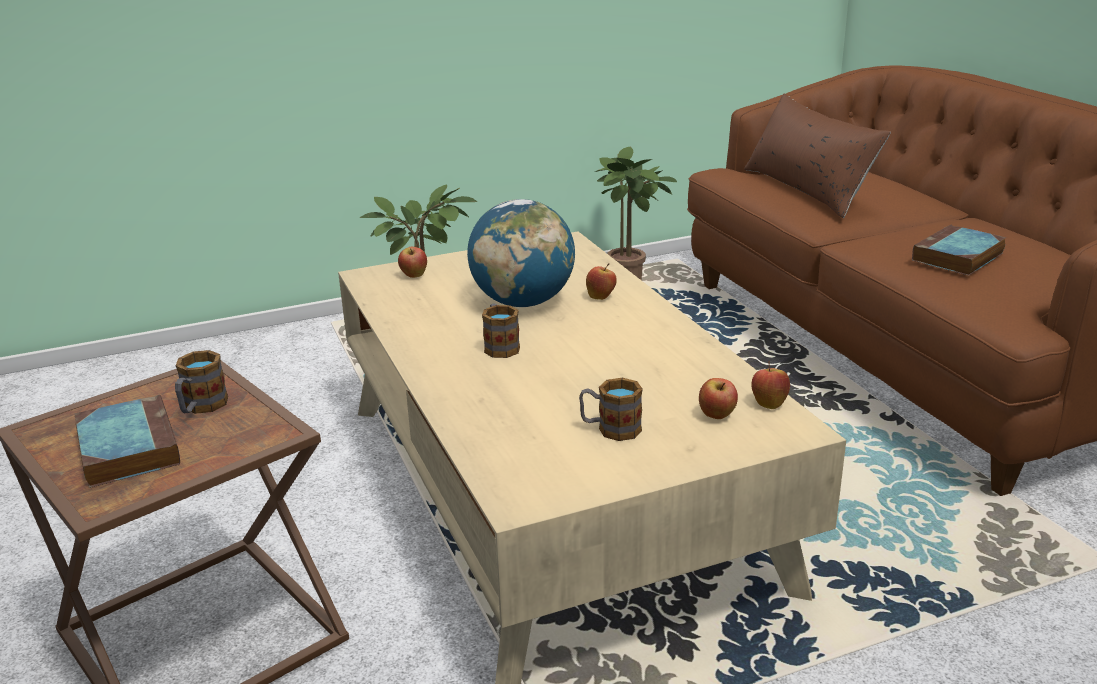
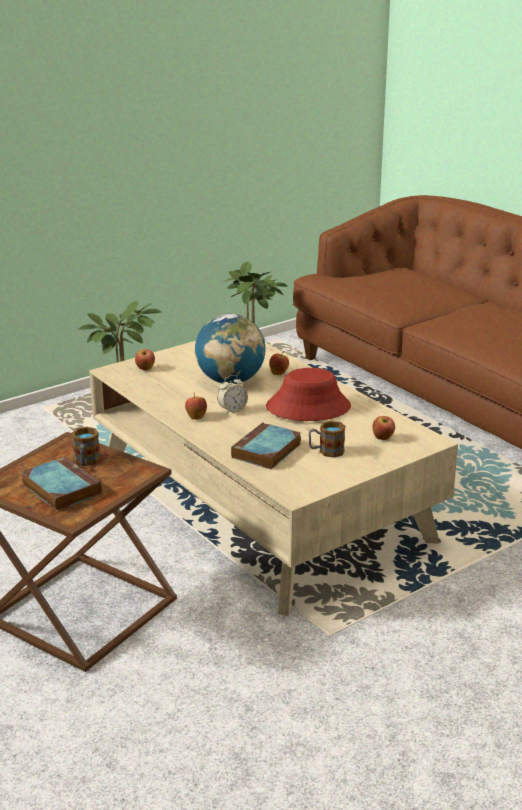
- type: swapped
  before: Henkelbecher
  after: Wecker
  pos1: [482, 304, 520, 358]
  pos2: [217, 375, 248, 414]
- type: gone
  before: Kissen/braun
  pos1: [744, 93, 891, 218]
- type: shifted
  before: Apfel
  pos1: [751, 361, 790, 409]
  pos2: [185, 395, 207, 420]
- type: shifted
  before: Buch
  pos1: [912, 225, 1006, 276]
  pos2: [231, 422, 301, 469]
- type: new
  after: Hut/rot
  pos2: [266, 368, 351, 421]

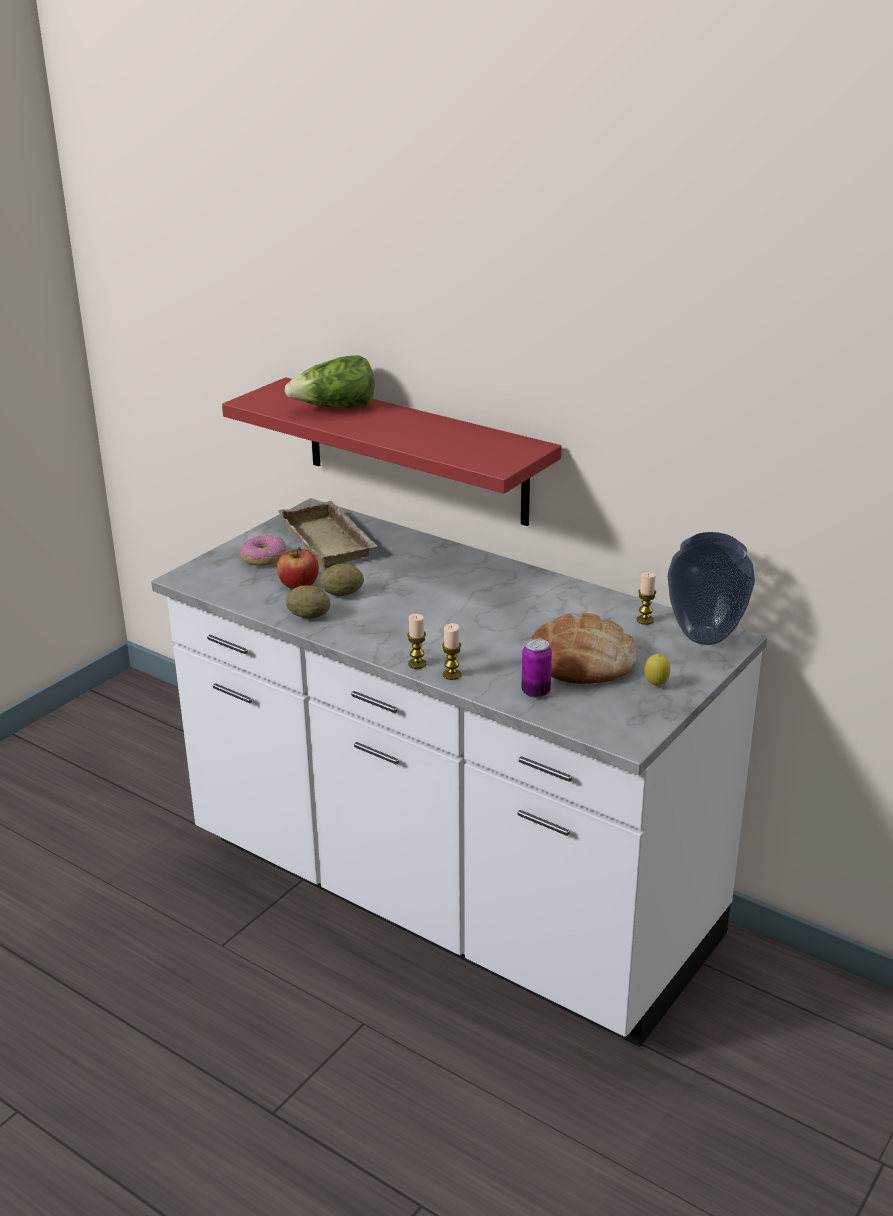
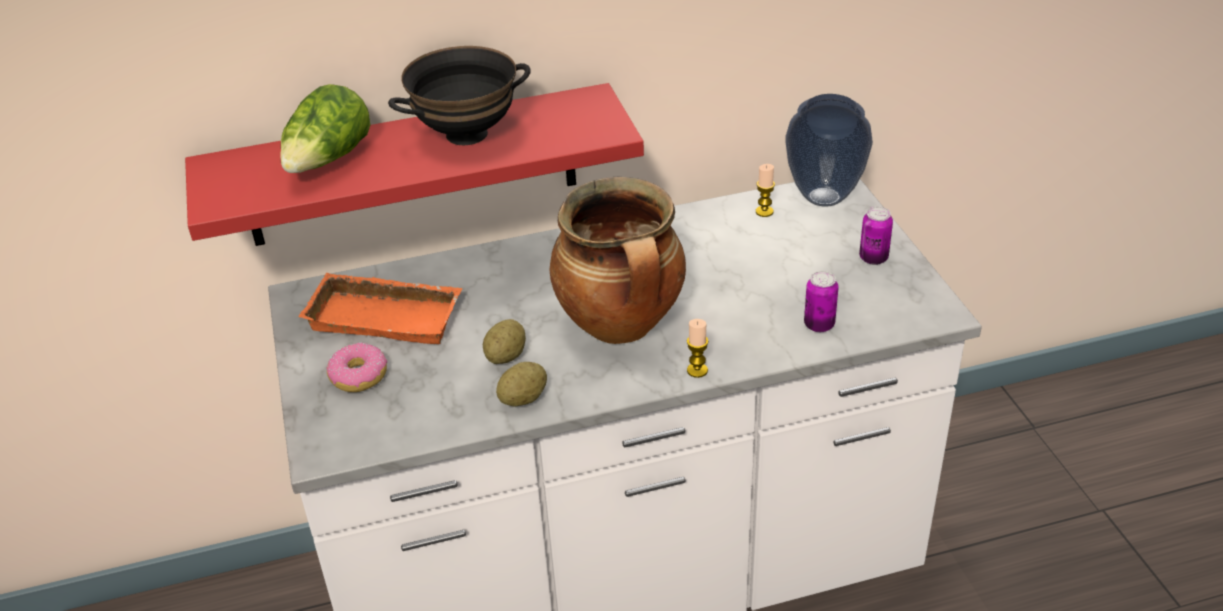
- type: gone
  before: Apfel
  pos1: [277, 547, 319, 589]
- type: repainted
  before: Tablett/beige
  after: Tablett/orange
  pos1: [278, 501, 378, 569]
  pos2: [299, 273, 462, 344]
- type: gone
  before: Kerze
  pos1: [442, 623, 461, 680]
- type: gone
  before: Brot
  pos1: [531, 613, 637, 684]
- type: swapped
  before: Zitrone
  after: Dose
  pos1: [645, 654, 670, 686]
  pos2: [859, 206, 893, 265]
- type: new
  after: Schüssel/schwarz
  pos2: [388, 46, 531, 145]
- type: new
  after: Kochtopf
  pos2: [549, 177, 686, 344]

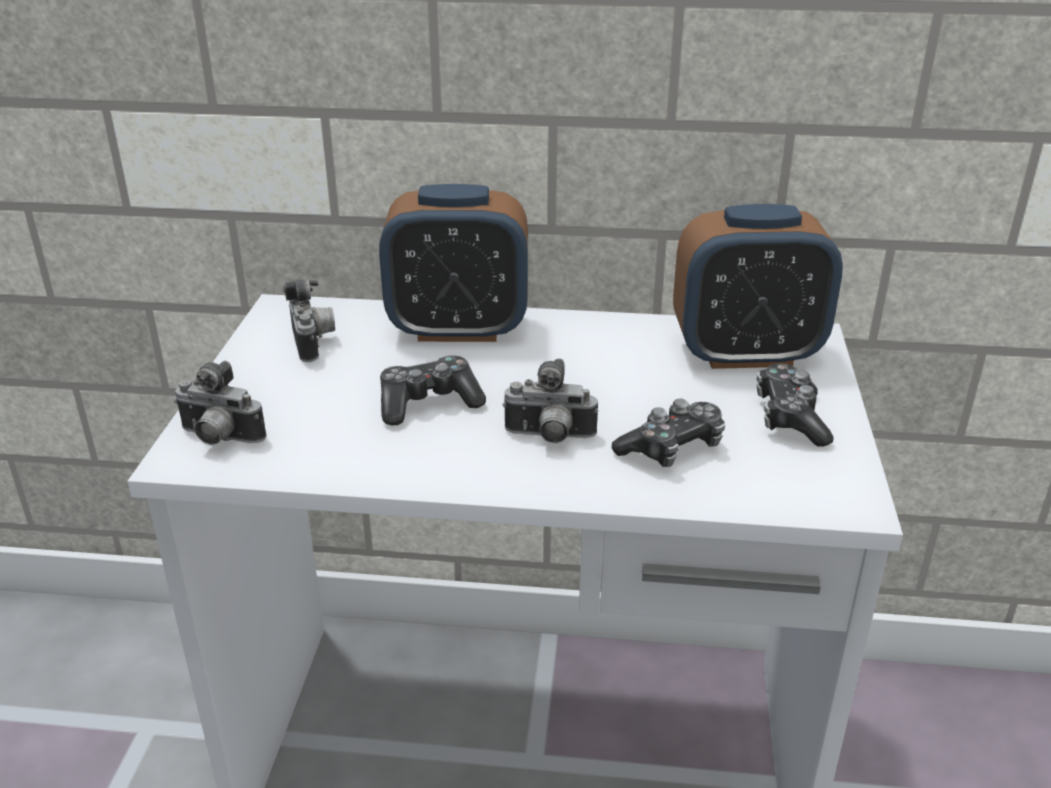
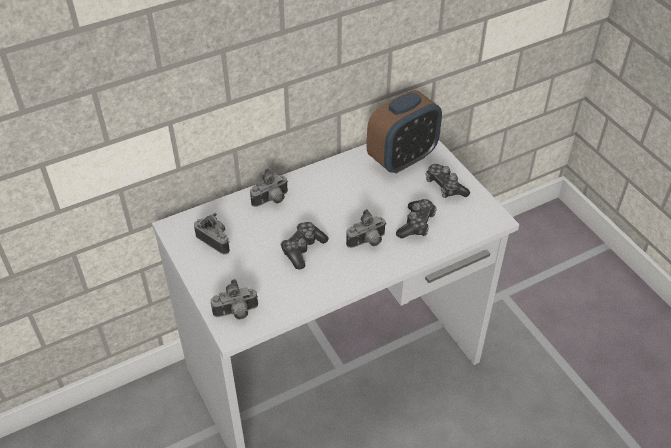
- type: swapped
  before: Wecker
  after: Kamera
  pos1: [379, 184, 528, 342]
  pos2: [250, 169, 288, 207]

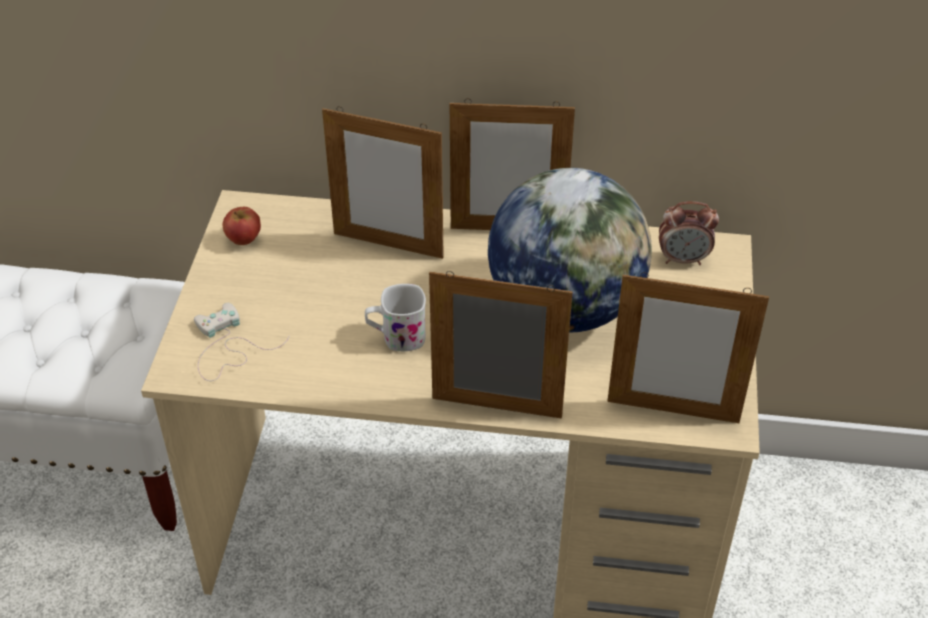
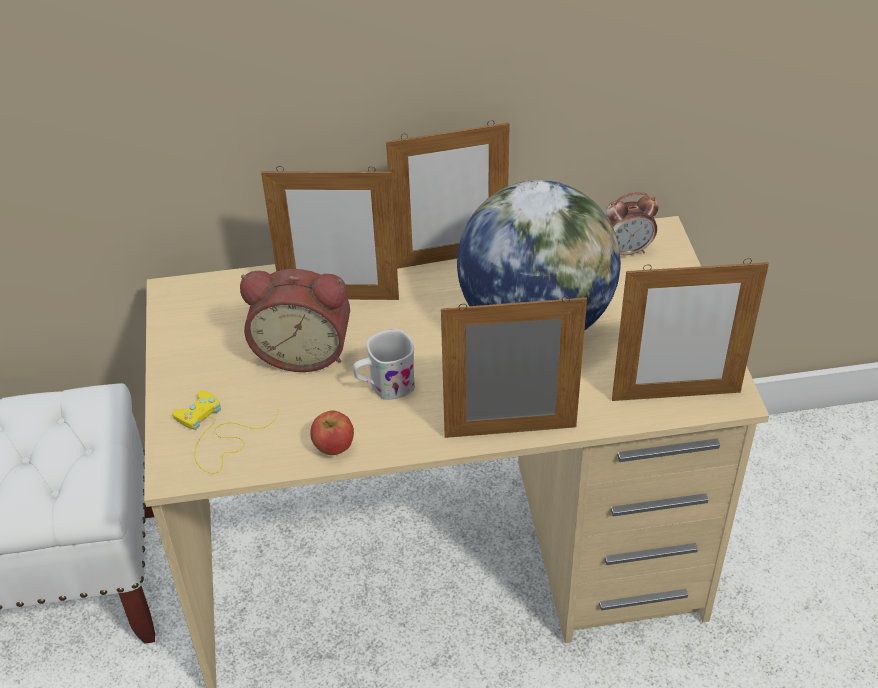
- type: repainted
  before: Gamepad/weiß
  after: Gamepad/gelb
  pos1: [194, 303, 290, 381]
  pos2: [172, 390, 279, 474]
- type: shifted
  before: Apfel
  pos1: [223, 207, 261, 245]
  pos2: [310, 410, 354, 455]
- type: new
  after: Wecker
  pos2: [240, 269, 350, 372]

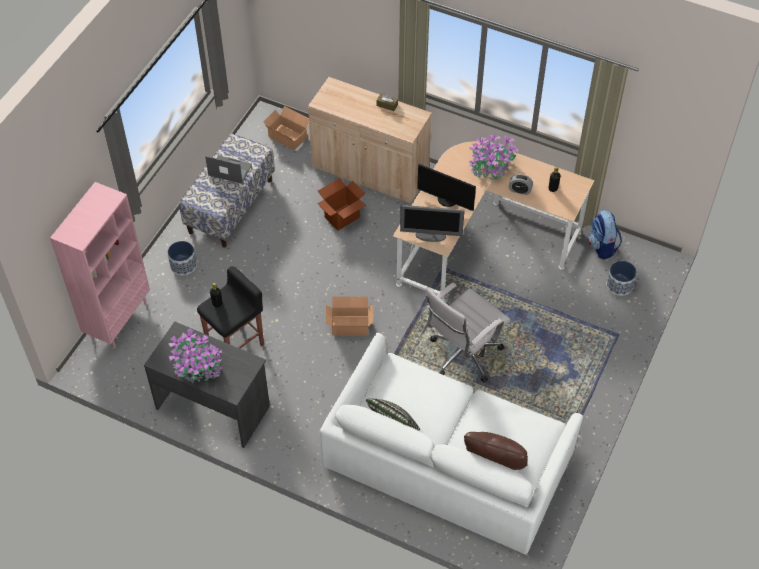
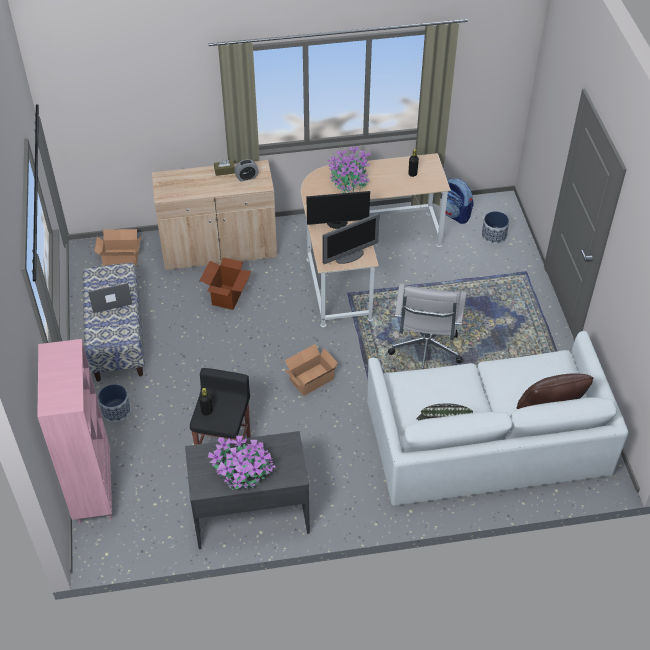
- type: shifted
  before: Wecker
  pos1: [509, 174, 533, 195]
  pos2: [234, 159, 259, 182]

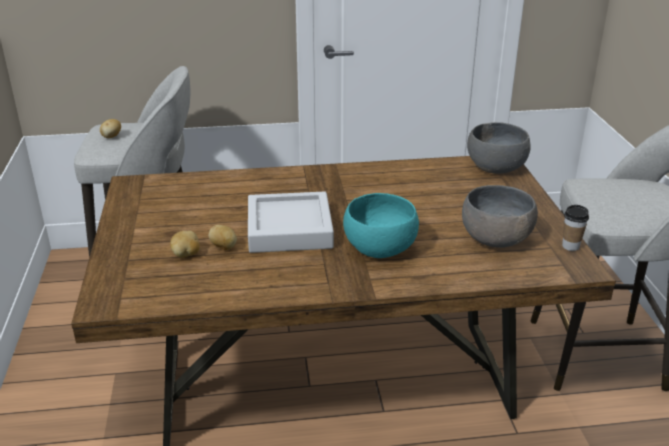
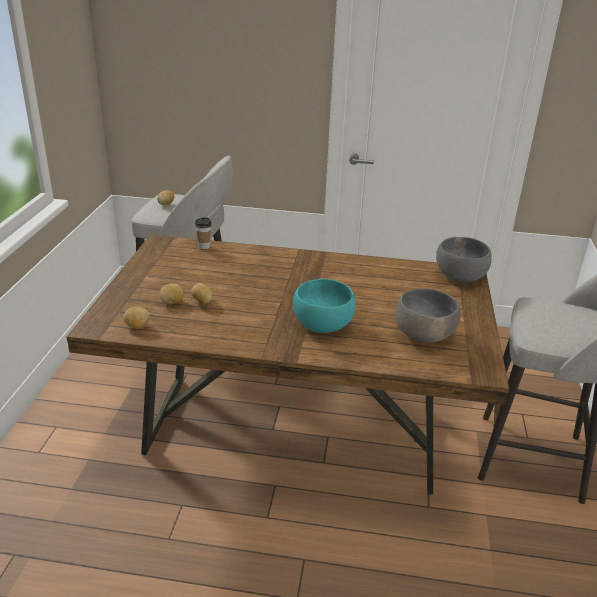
- type: gone
  before: Tablett/grau
  pos1: [248, 191, 334, 253]
- type: shifted
  before: Tasse
  pos1: [562, 205, 589, 251]
  pos2: [195, 217, 212, 249]
- type: new
  after: Kartoffel
  pos2: [123, 306, 150, 329]

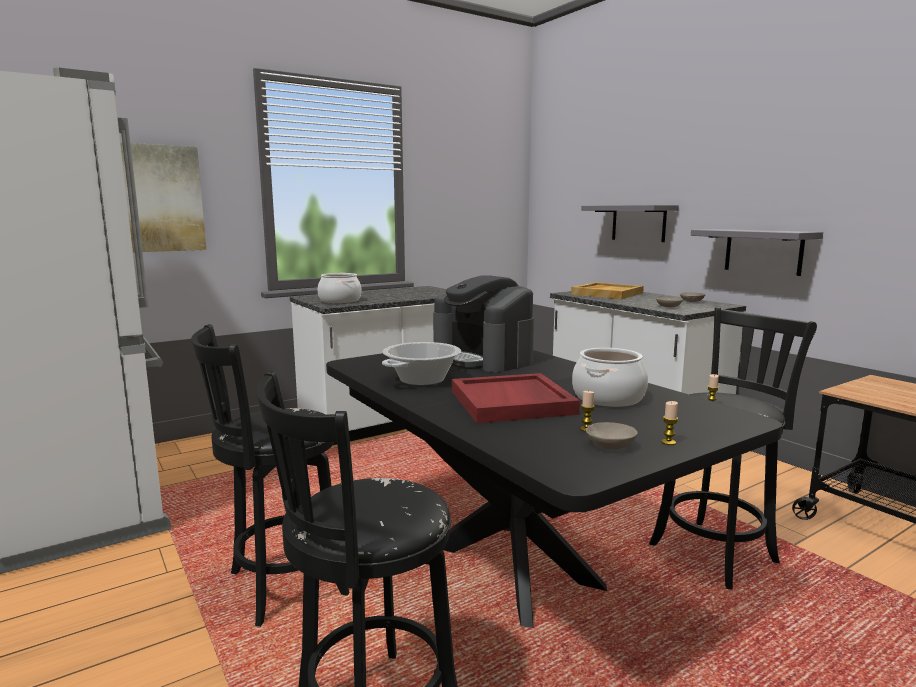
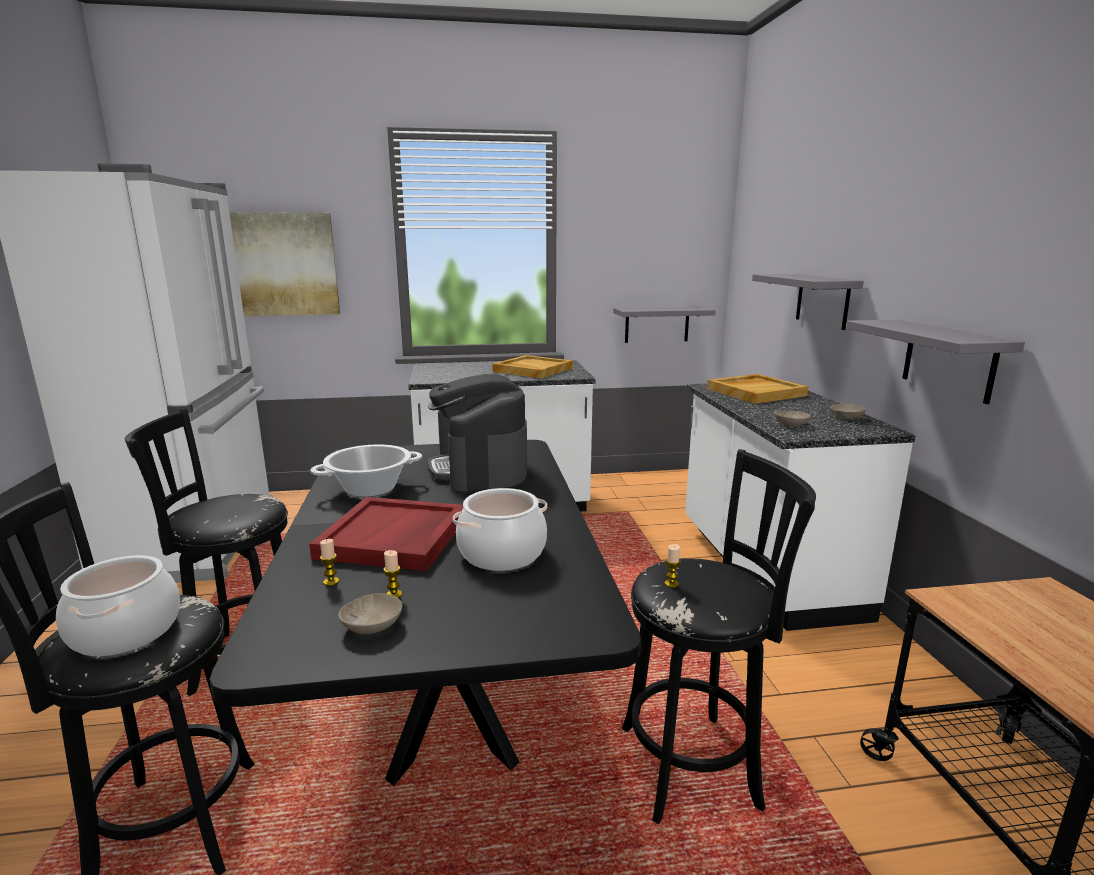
- type: shifted
  before: Kochtopf
  pos1: [318, 273, 362, 304]
  pos2: [56, 555, 180, 656]
- type: shifted
  before: Kerze
  pos1: [661, 401, 678, 445]
  pos2: [320, 539, 339, 586]
- type: new
  after: Tablett/beige
  pos2: [492, 355, 573, 378]
- type: new
  after: Wandregal/grau
  pos2: [613, 306, 716, 343]

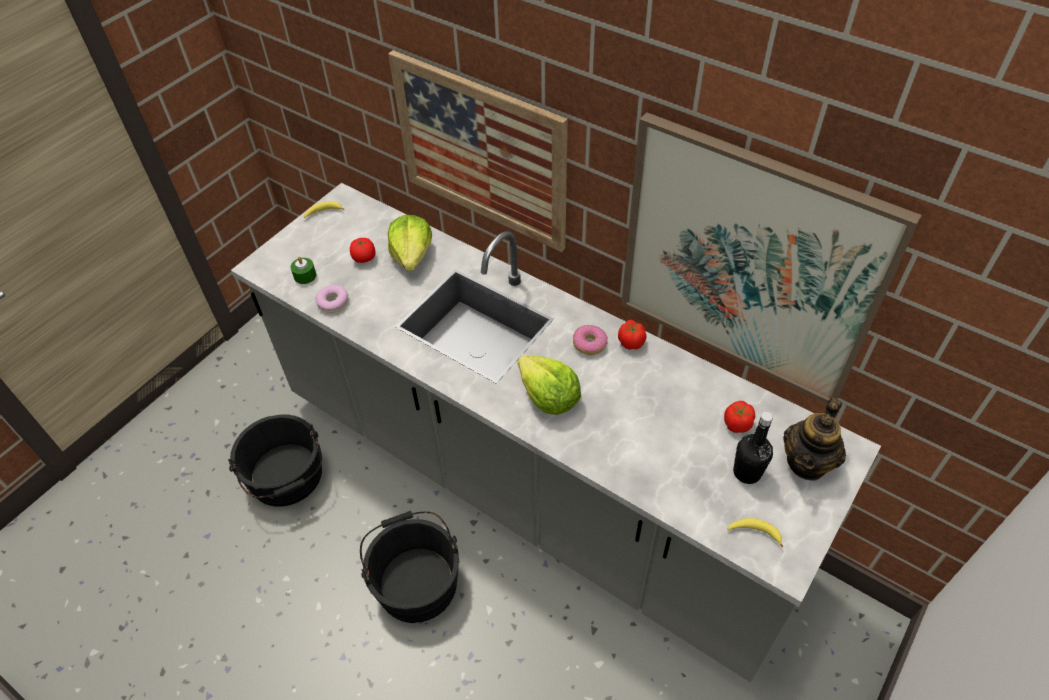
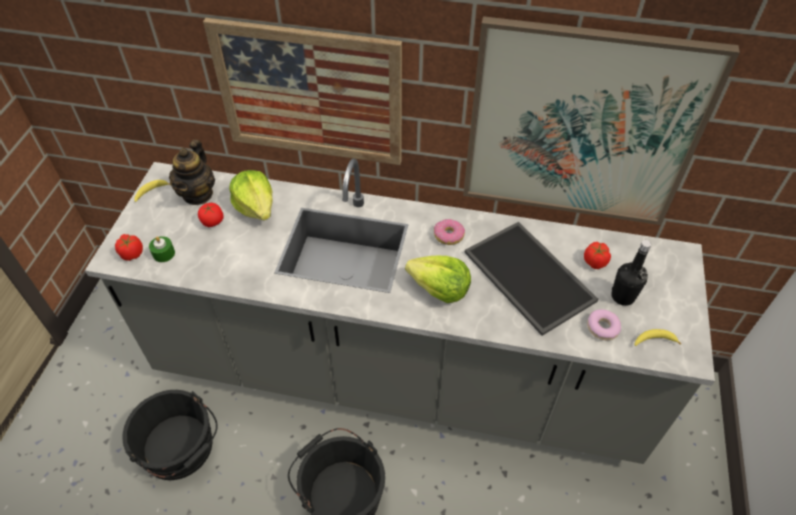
- type: shifted
  before: Donut
  pos1: [316, 285, 348, 313]
  pos2: [587, 309, 621, 340]
- type: shifted
  before: Tomate
  pos1: [618, 320, 646, 350]
  pos2: [115, 234, 143, 261]
- type: shifted
  before: Teekanne
  pos1: [783, 398, 846, 481]
  pos2: [169, 140, 215, 205]
- type: new
  after: Tablett
  pos2: [464, 222, 599, 336]

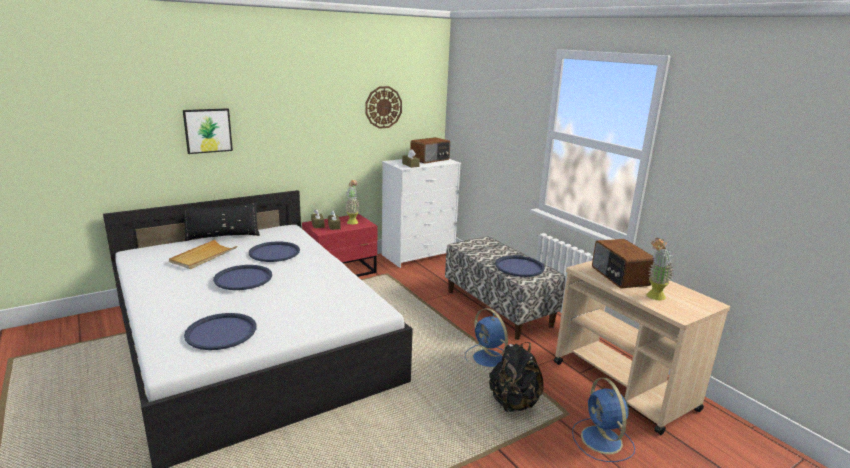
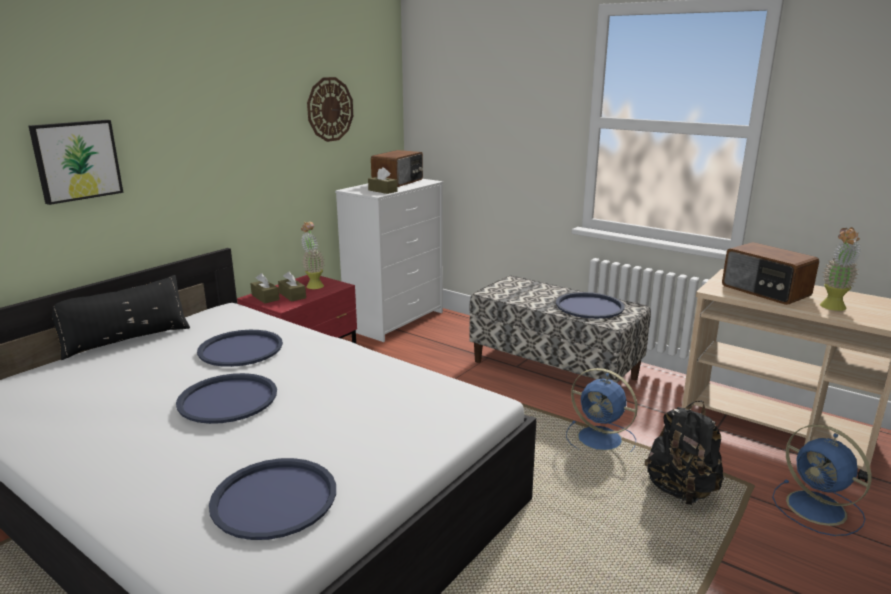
- type: gone
  before: Tablett/beige
  pos1: [169, 240, 237, 269]

